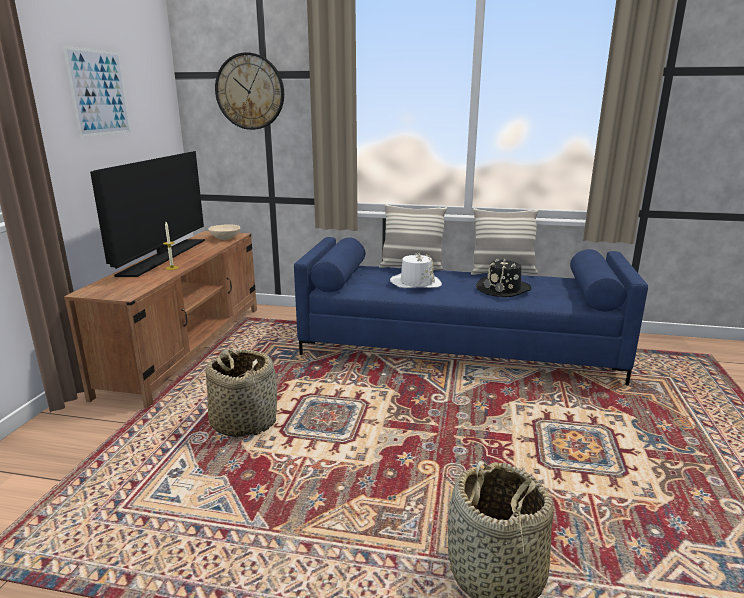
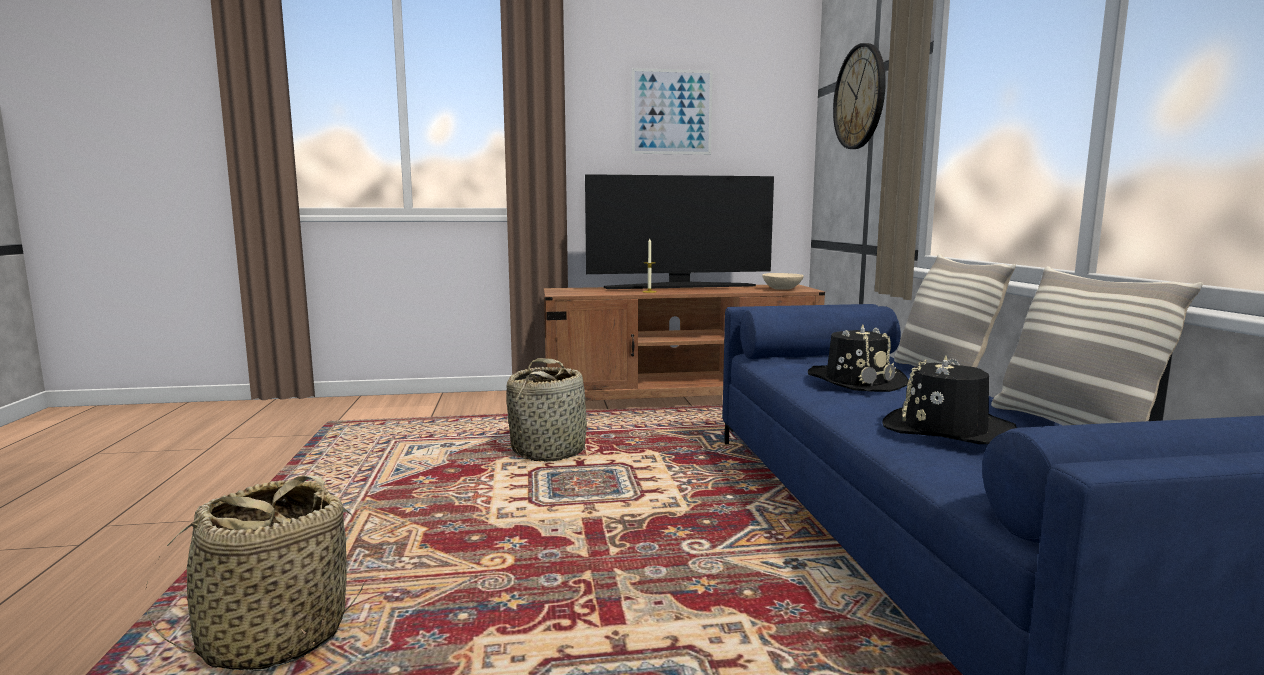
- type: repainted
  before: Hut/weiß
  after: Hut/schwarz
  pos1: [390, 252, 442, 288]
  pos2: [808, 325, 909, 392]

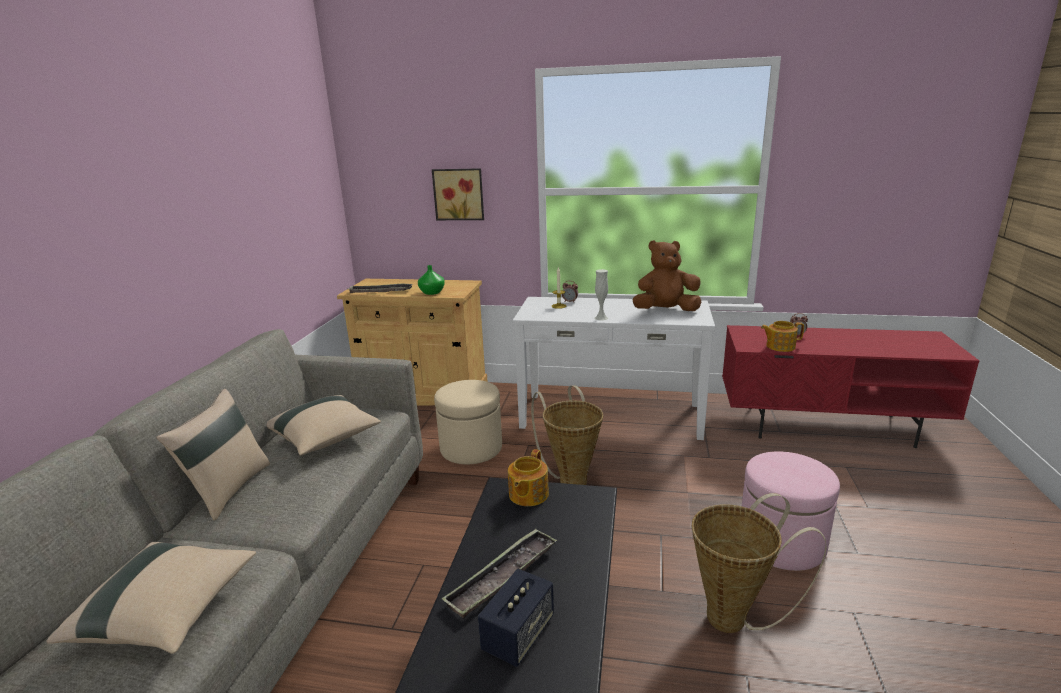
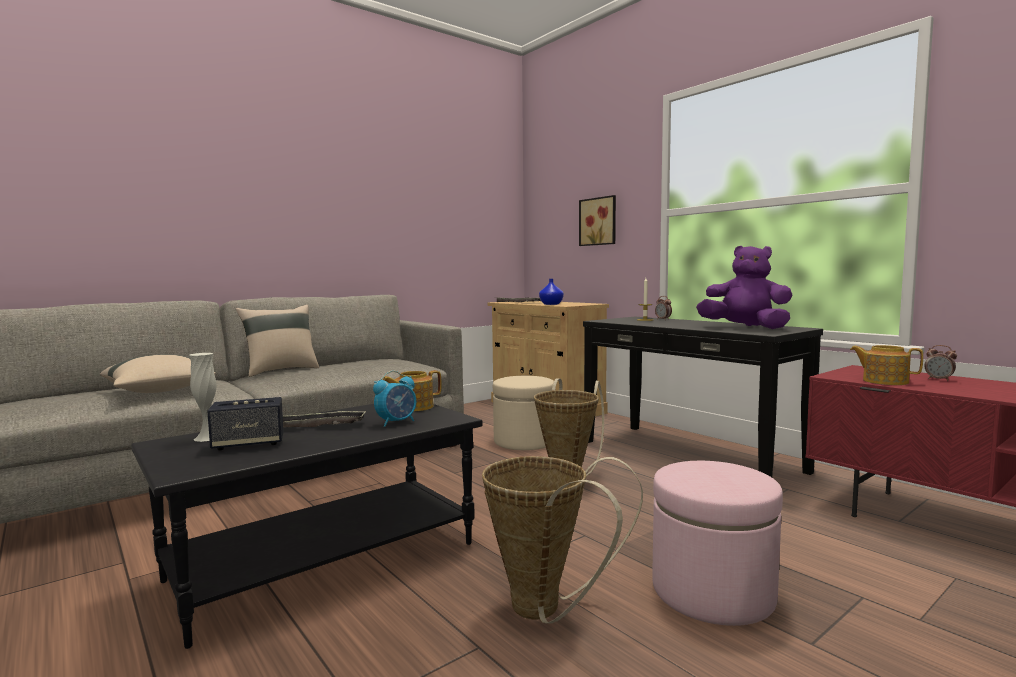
- type: gone
  before: Kissen/beige
  pos1: [267, 395, 381, 456]
- type: repainted
  before: Vase/grün
  after: Vase/blau
  pos1: [418, 265, 445, 295]
  pos2: [539, 279, 564, 305]
- type: repainted
  before: Konsolentisch/weiß
  after: Konsolentisch/schwarz
  pos1: [513, 297, 715, 440]
  pos2: [583, 317, 823, 477]
- type: shifted
  before: Vase/weiß
  pos1: [595, 269, 608, 320]
  pos2: [189, 353, 216, 442]
- type: repainted
  before: Plüschtier/braun
  after: Plüschtier/lila
  pos1: [632, 240, 701, 311]
  pos2: [696, 246, 792, 329]
- type: new
  after: Wecker
  pos2: [373, 371, 416, 427]

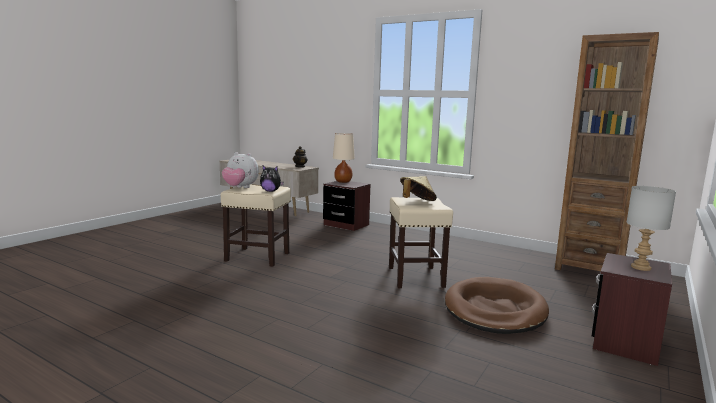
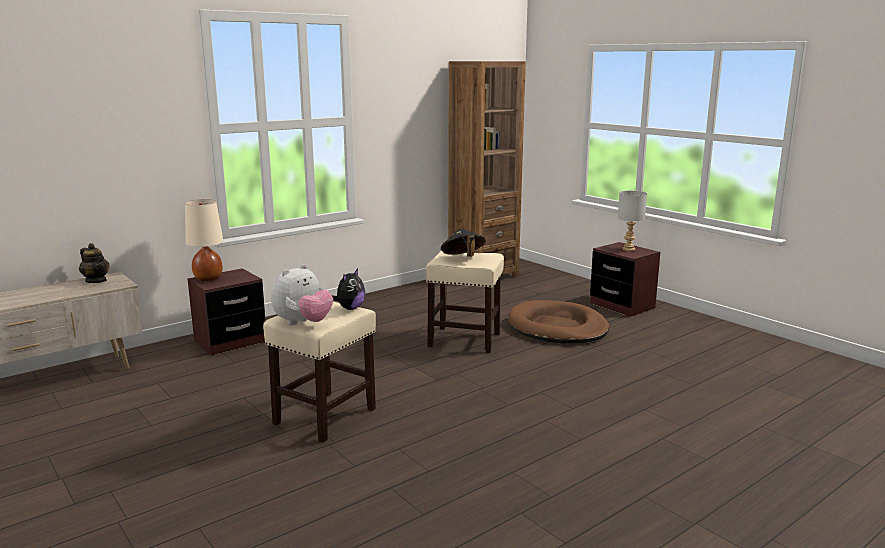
- type: repainted
  before: Hut/beige
  after: Hut/schwarz
  pos1: [400, 176, 437, 201]
  pos2: [441, 228, 486, 257]

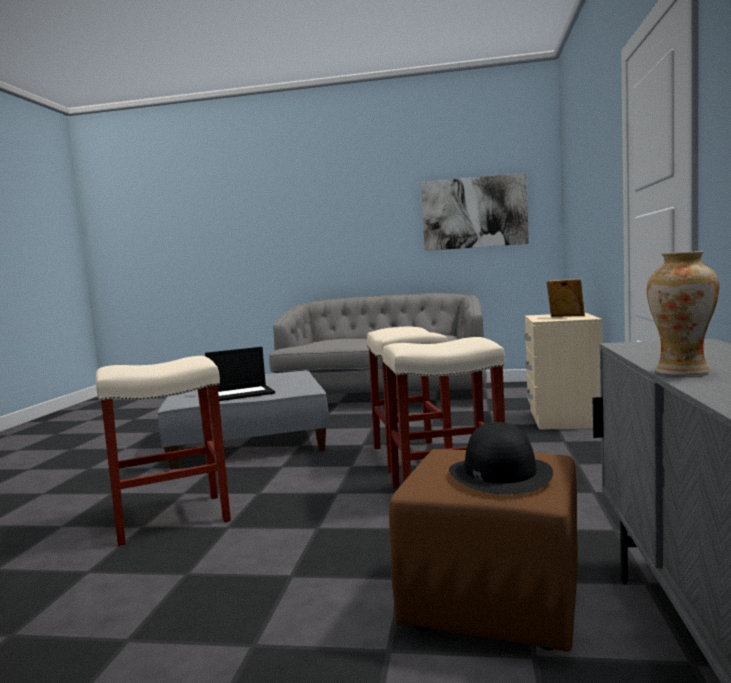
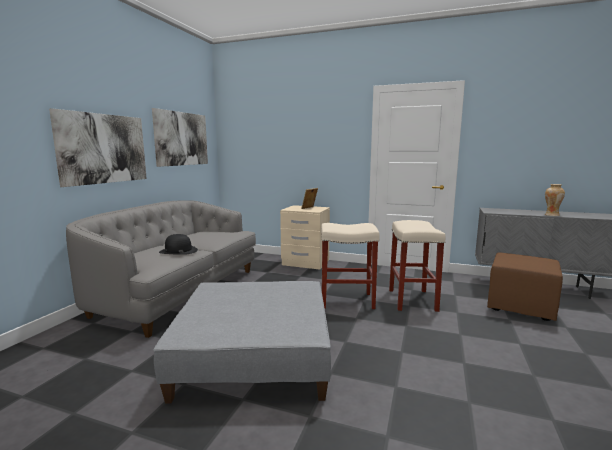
- type: gone
  before: Hocker/beige
  pos1: [96, 356, 231, 546]
- type: gone
  before: Laptop
  pos1: [205, 347, 275, 401]
- type: shifted
  before: Hut/schwarz
  pos1: [449, 422, 553, 494]
  pos2: [159, 234, 198, 255]
- type: new
  after: Bild
  pos2: [49, 108, 147, 187]

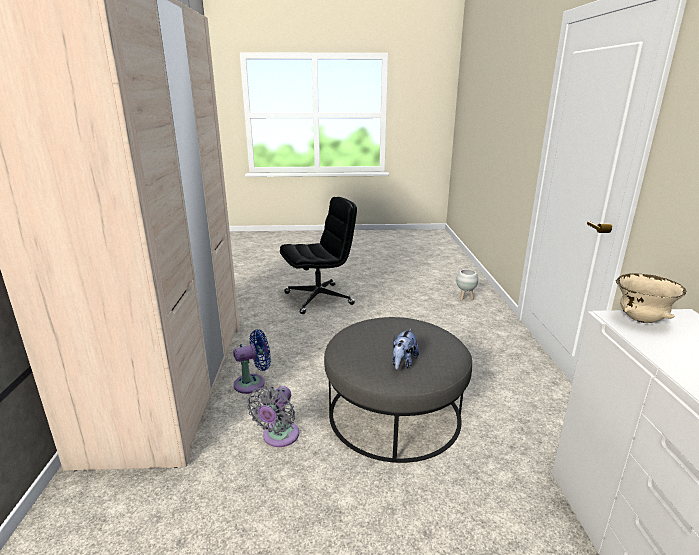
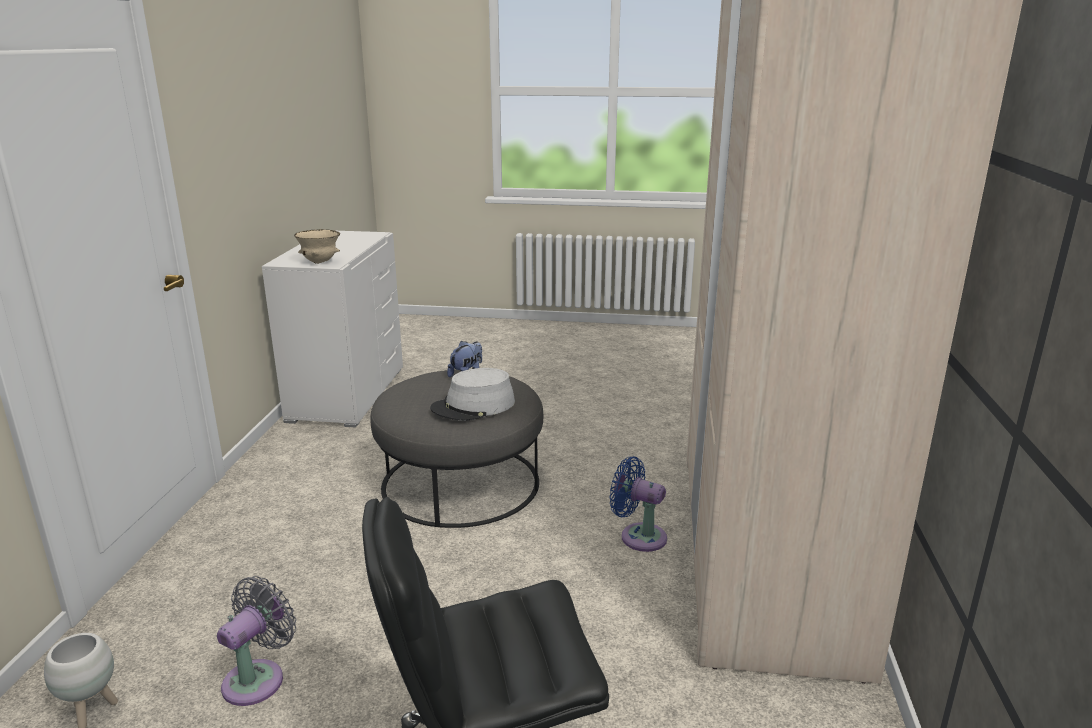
- type: rotated
  before: Ventilator/blau
  pos1: [233, 329, 271, 394]
  pos2: [609, 456, 667, 552]
  turn: 45
- type: shifted
  before: Ventilator/grau
  pos1: [247, 386, 299, 447]
  pos2: [217, 576, 296, 706]
- type: new
  after: Hut/grau
  pos2: [430, 368, 515, 421]

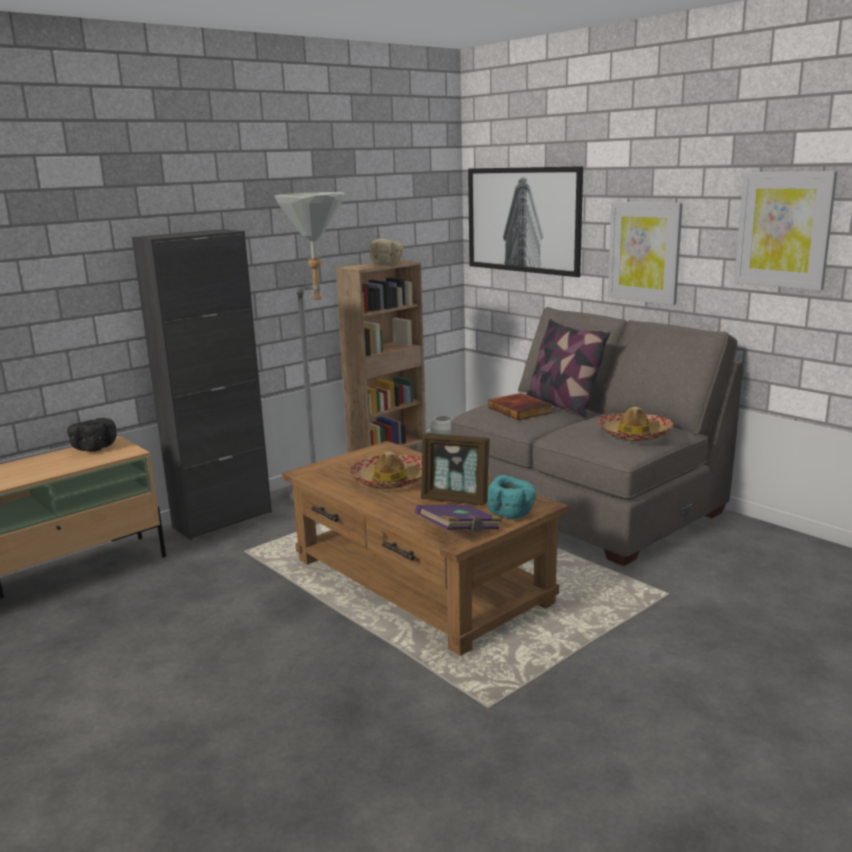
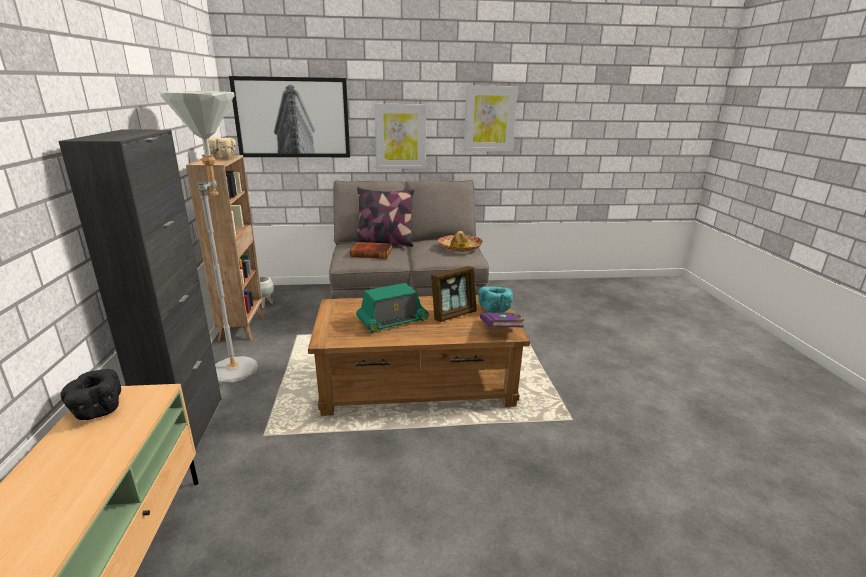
- type: swapped
  before: Hut
  after: Radio
  pos1: [350, 451, 422, 489]
  pos2: [356, 283, 429, 333]

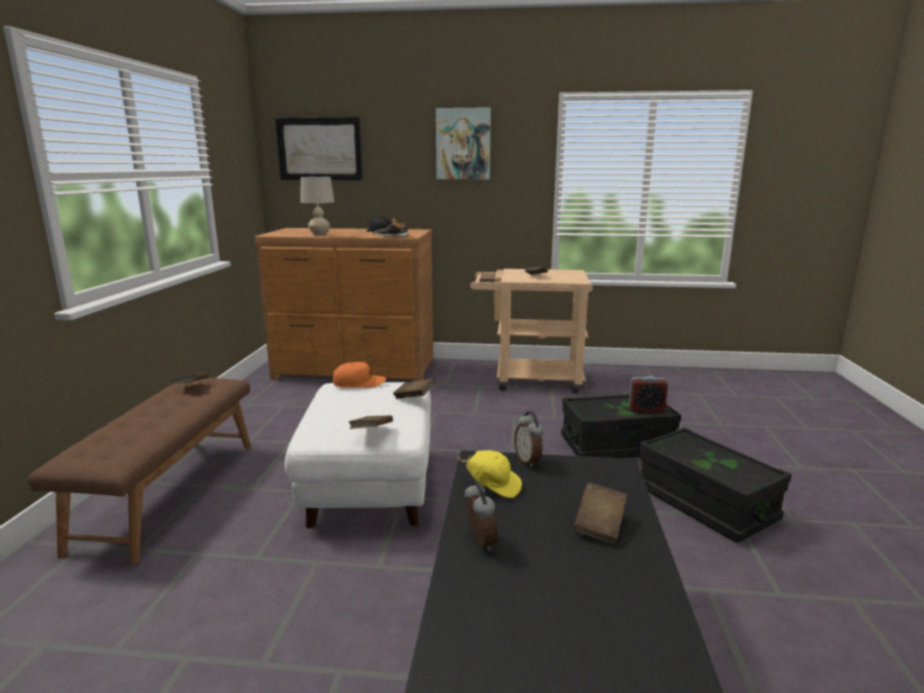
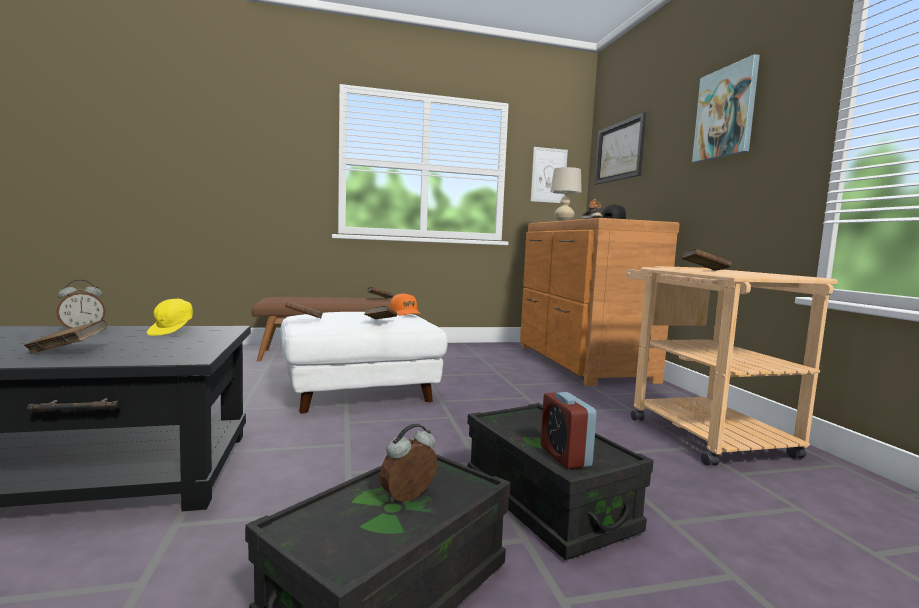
- type: shifted
  before: Wecker
  pos1: [514, 412, 544, 467]
  pos2: [380, 423, 437, 503]
- type: new
  after: Bild
  pos2: [531, 147, 568, 203]

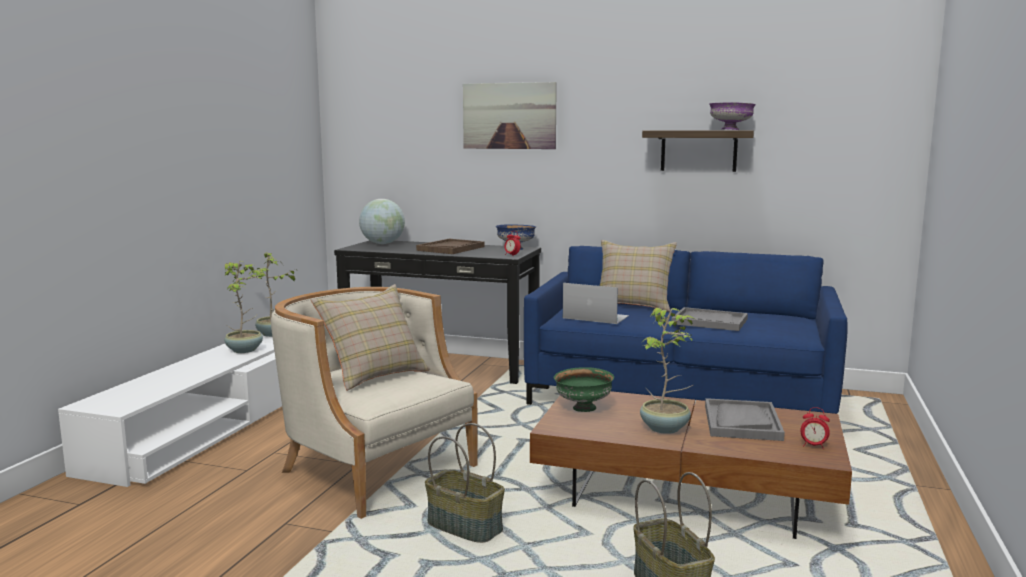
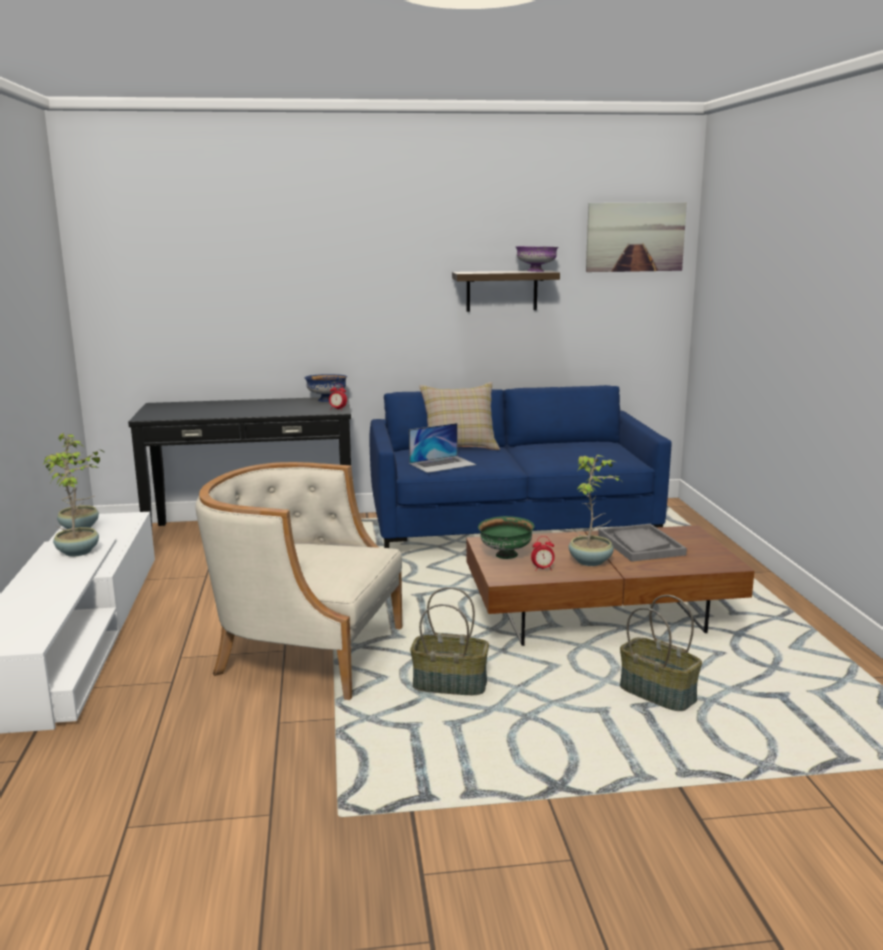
- type: gone
  before: Kissen/beige
  pos1: [311, 284, 430, 391]
- type: gone
  before: Globus
  pos1: [359, 199, 405, 244]
- type: gone
  before: Tablett/braun
  pos1: [416, 239, 485, 254]
- type: shifted
  before: Bild
  pos1: [463, 82, 557, 149]
  pos2: [586, 202, 687, 272]
- type: rotated
  before: Laptop
  pos1: [563, 283, 629, 324]
  pos2: [409, 423, 476, 473]
  turn: 150
- type: gone
  before: Tablett/grau
  pos1: [671, 307, 748, 331]
- type: shifted
  before: Wecker
  pos1: [801, 407, 830, 449]
  pos2: [531, 536, 555, 571]

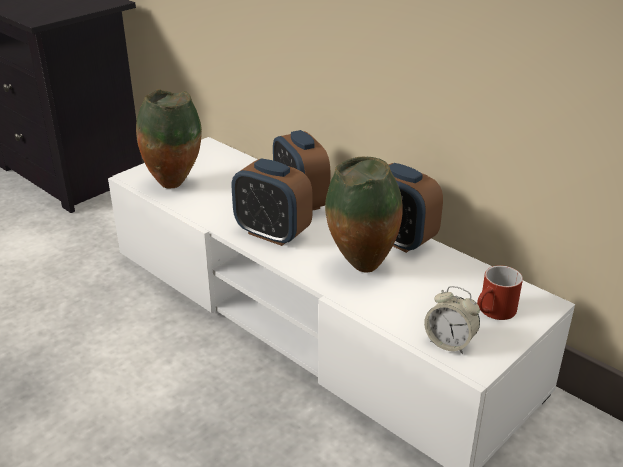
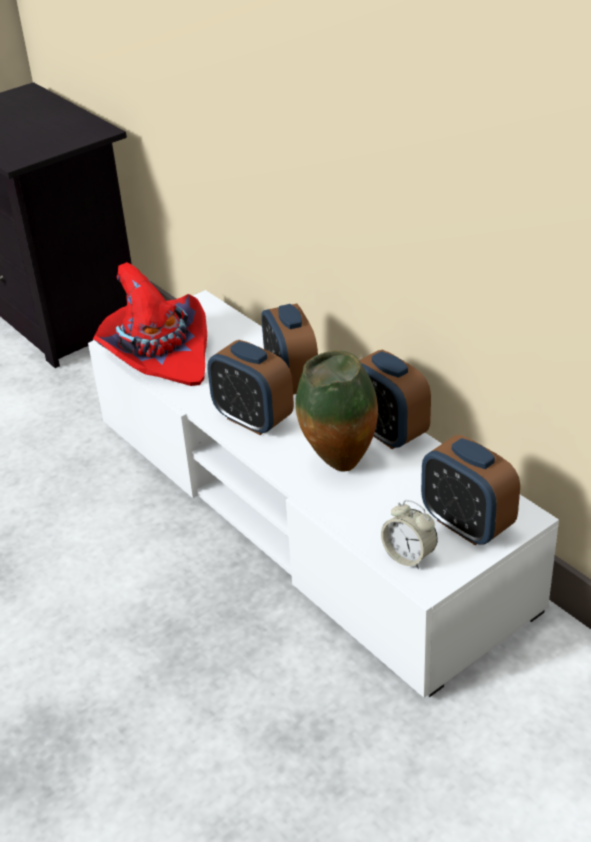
- type: swapped
  before: Vase
  after: Hut/rot
  pos1: [136, 89, 202, 189]
  pos2: [93, 262, 207, 386]
- type: swapped
  before: Henkelbecher/rot
  after: Wecker
  pos1: [477, 265, 523, 320]
  pos2: [421, 435, 520, 546]

